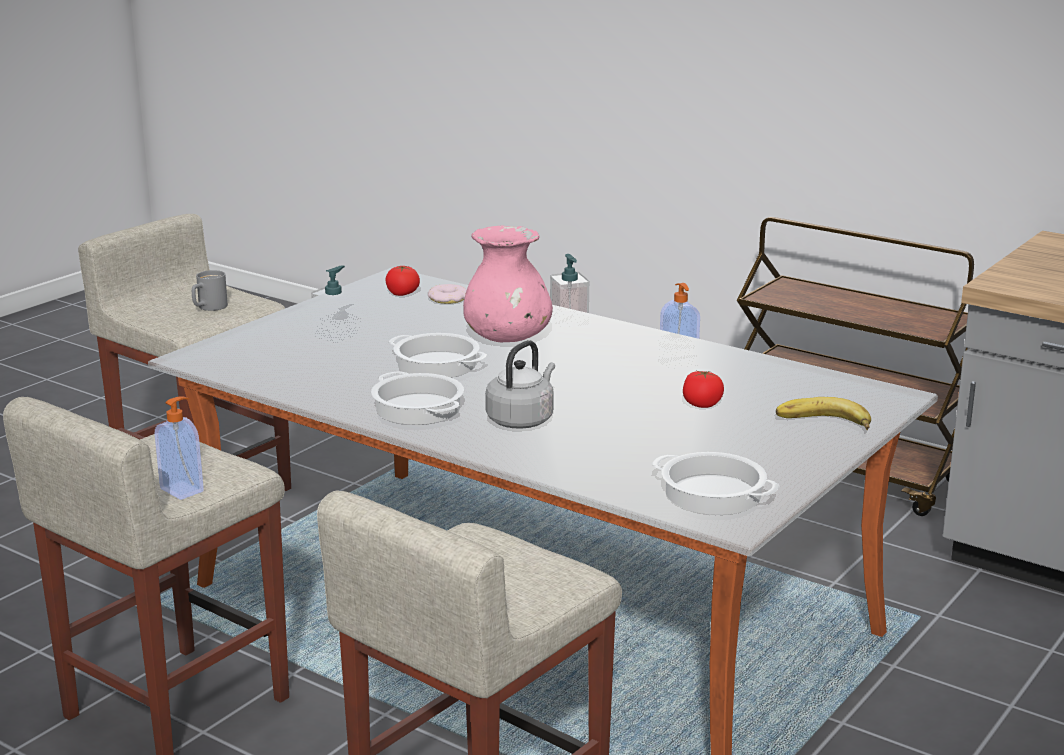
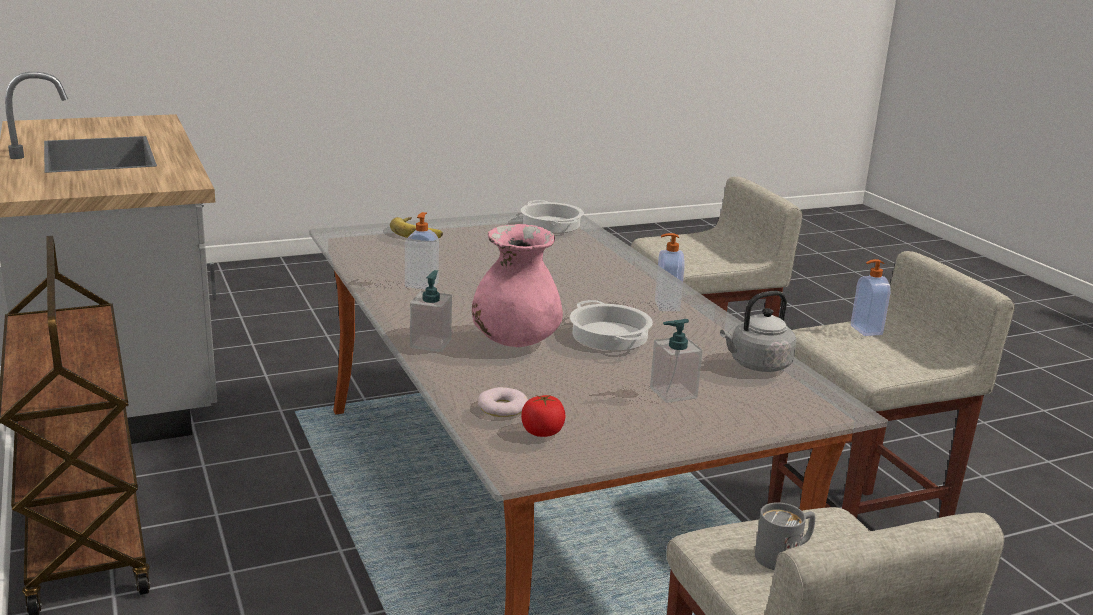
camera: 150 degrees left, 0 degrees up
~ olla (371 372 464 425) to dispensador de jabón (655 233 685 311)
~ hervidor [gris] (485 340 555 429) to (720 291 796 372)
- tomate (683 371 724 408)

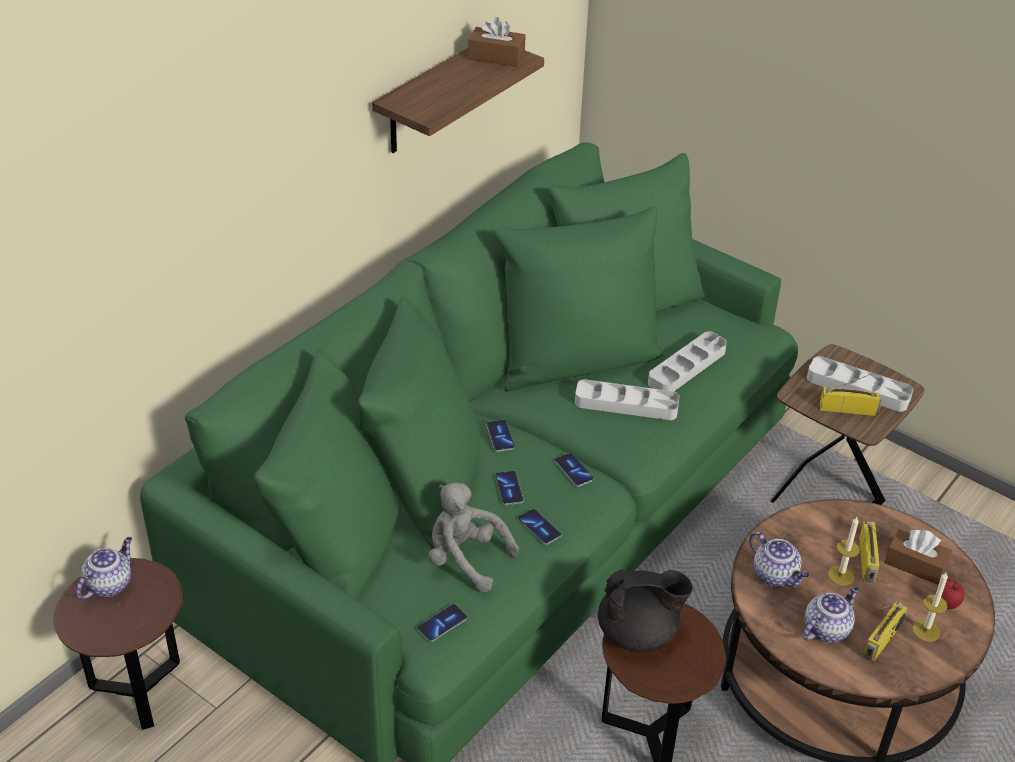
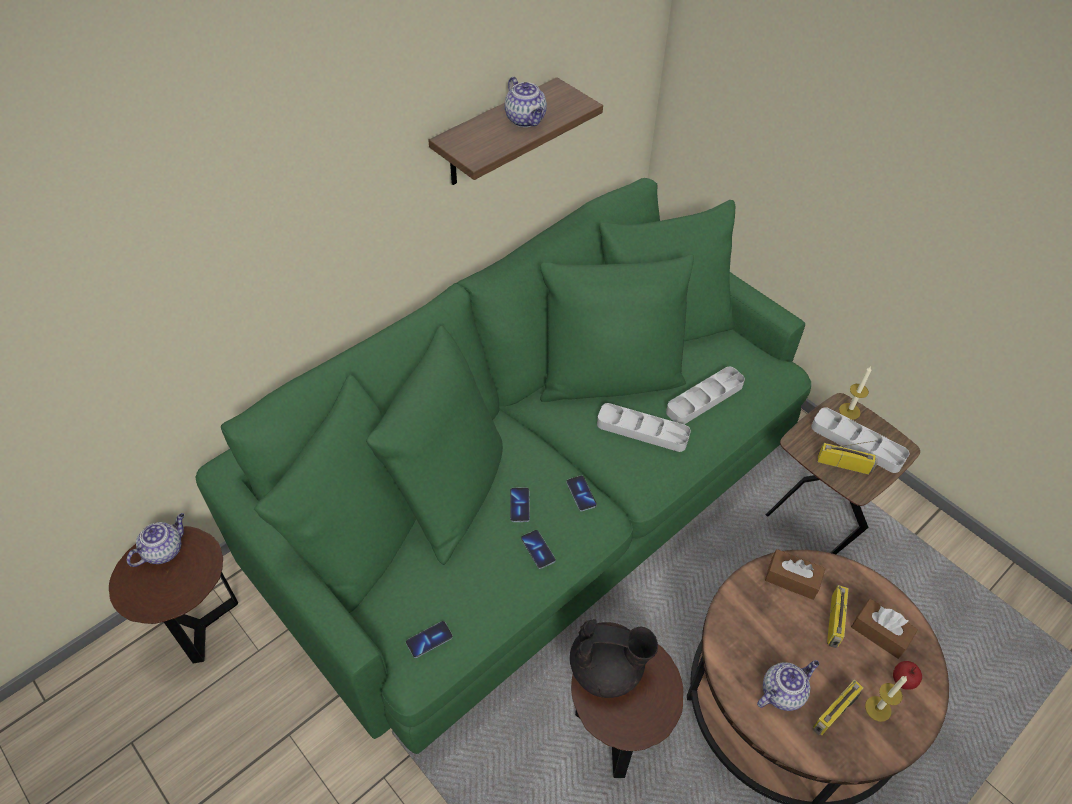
camera: 10 degrees right, 10 degrees up
~ tetera (749 531 810 587) to (504 77 547 127)
~ caja de pañuelos [marrón] (468 17 525 67) to (765 549 826 600)
~ vela (828 517 860 586) to (839 366 871 420)
- peluche [gris] (428 482 519 592)
- móvil (486 420 515 452)

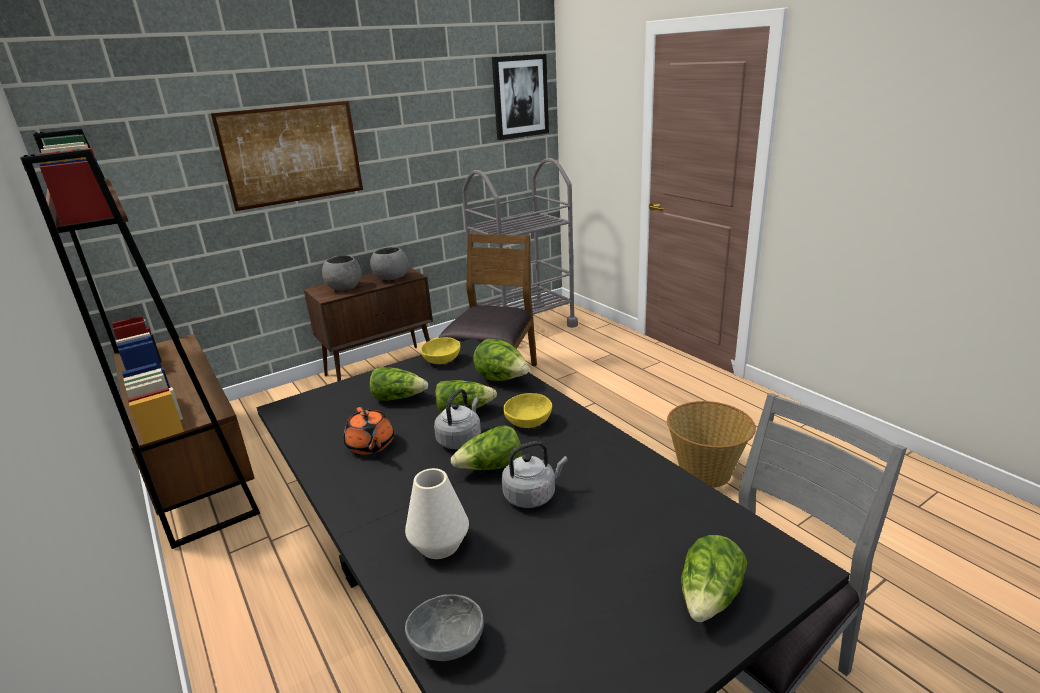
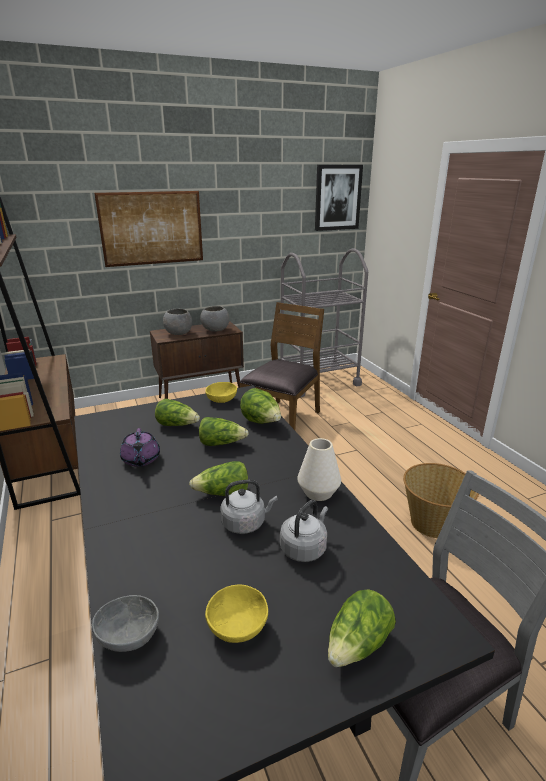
camera: 10 degrees right, 0 degrees up
~ tetera [naranja] (343 407 394 455) to tetera [morado] (120 428 160 467)
~ cuenco [amarillo] (503 393 552 428) to (205 585 268 643)
~ hervidor [gris] (434 389 481 449) to (280 500 328 562)
~ florero [blanco] (405 468 469 559) to (297 438 341 501)

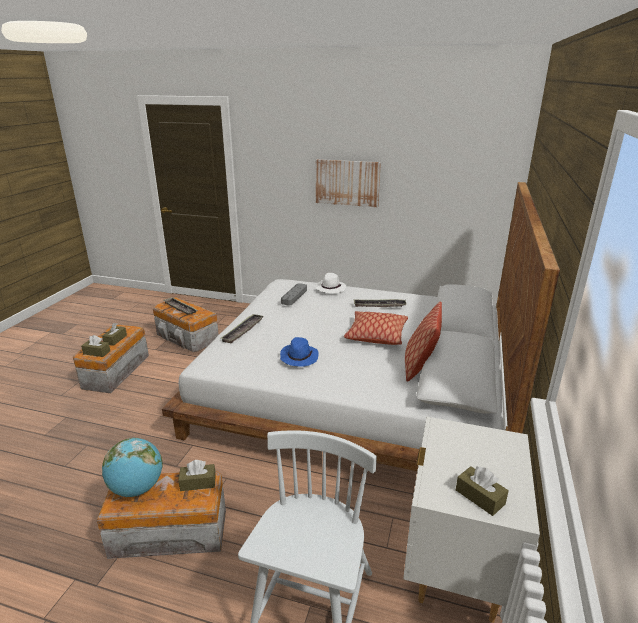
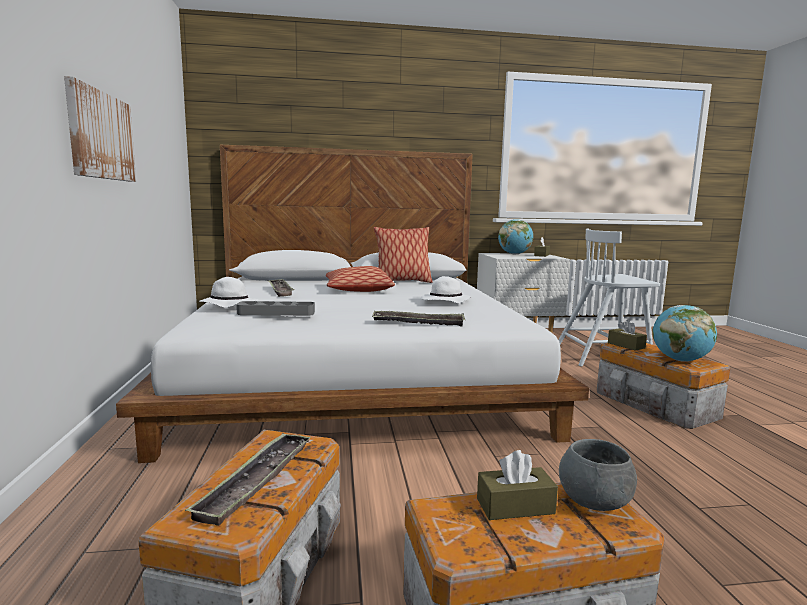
camera: 115 degrees left, 15 degrees down
~ sombrero [azul] (280 337 319 367) to sombrero [blanco] (420 276 471 304)
+ globo terráqueo (498 219 533 254)
~ caja de pañuelos [marrón] (81 335 110 357) to cuenco [gris] (559 439 637 511)

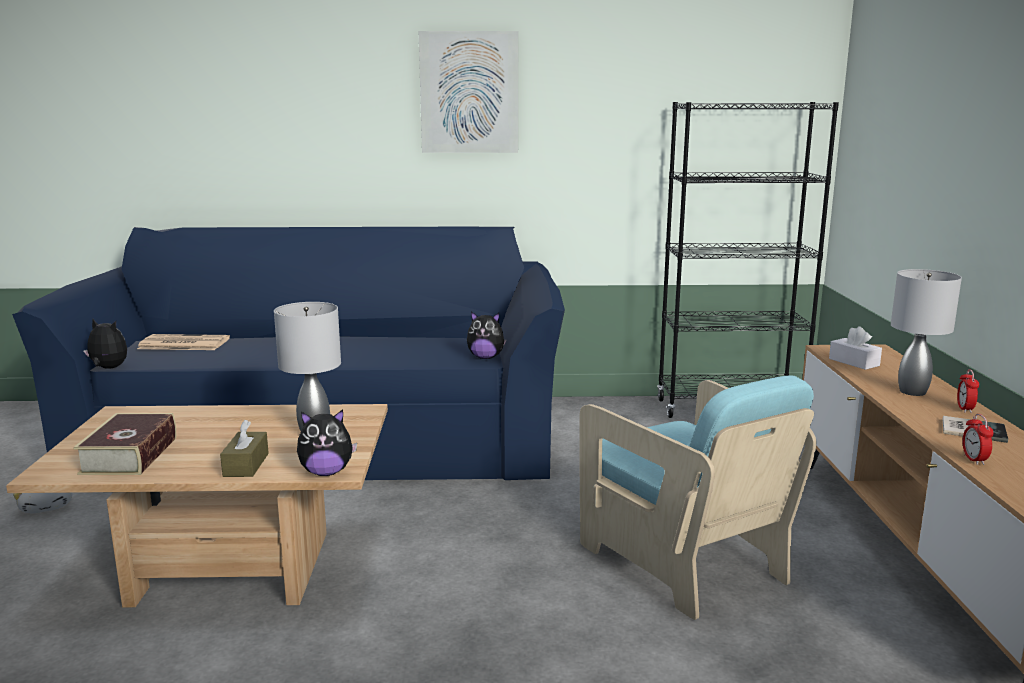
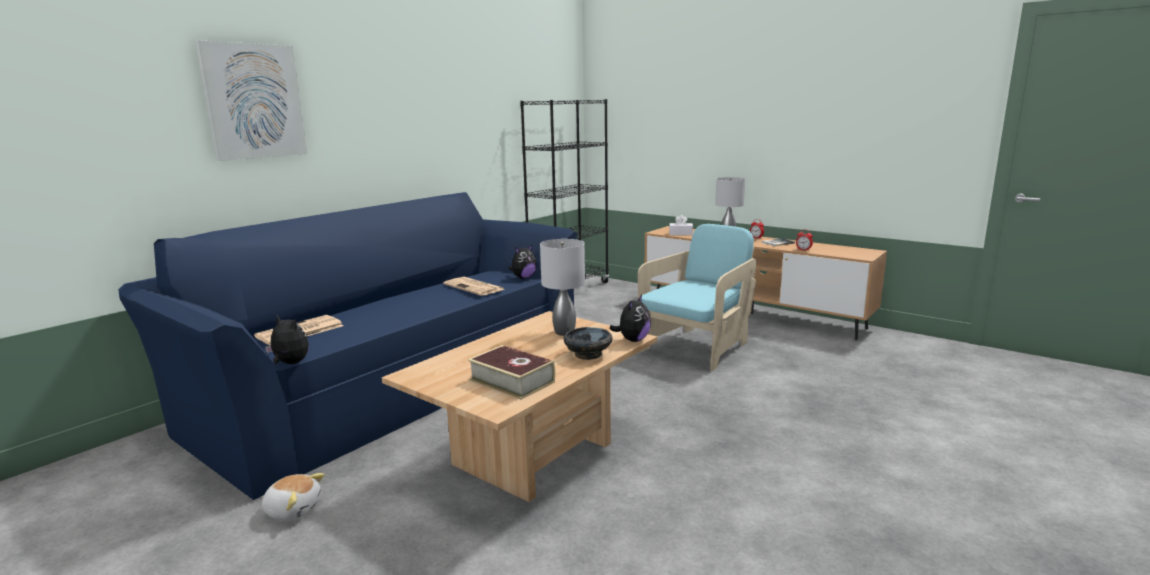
camera: 50 degrees left, 0 degrees up
~ cuadro (419 31 518 153) to (195 40 307 161)
~ peluche (84 319 127 369) = (265 315 309 364) 60 degrees clockwise
+ periódico (443 277 506 296)
~ caja de pañuelos [marrón] (220 420 269 477) to cuenco [negro] (563 327 613 360)
~ sillón [turquesa] (580 375 816 620) = (638 224 756 371) 60 degrees counterclockwise

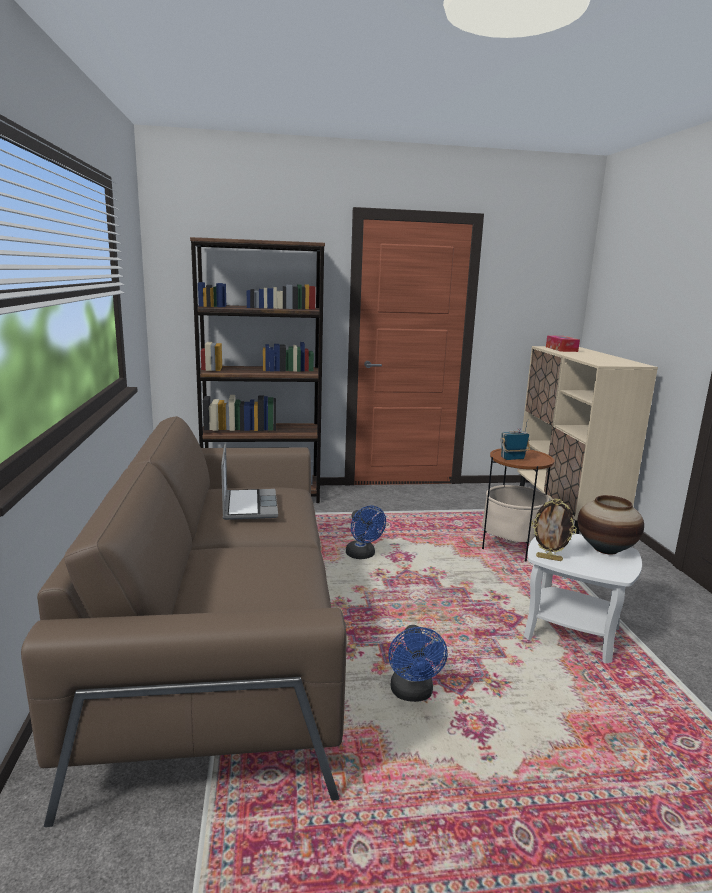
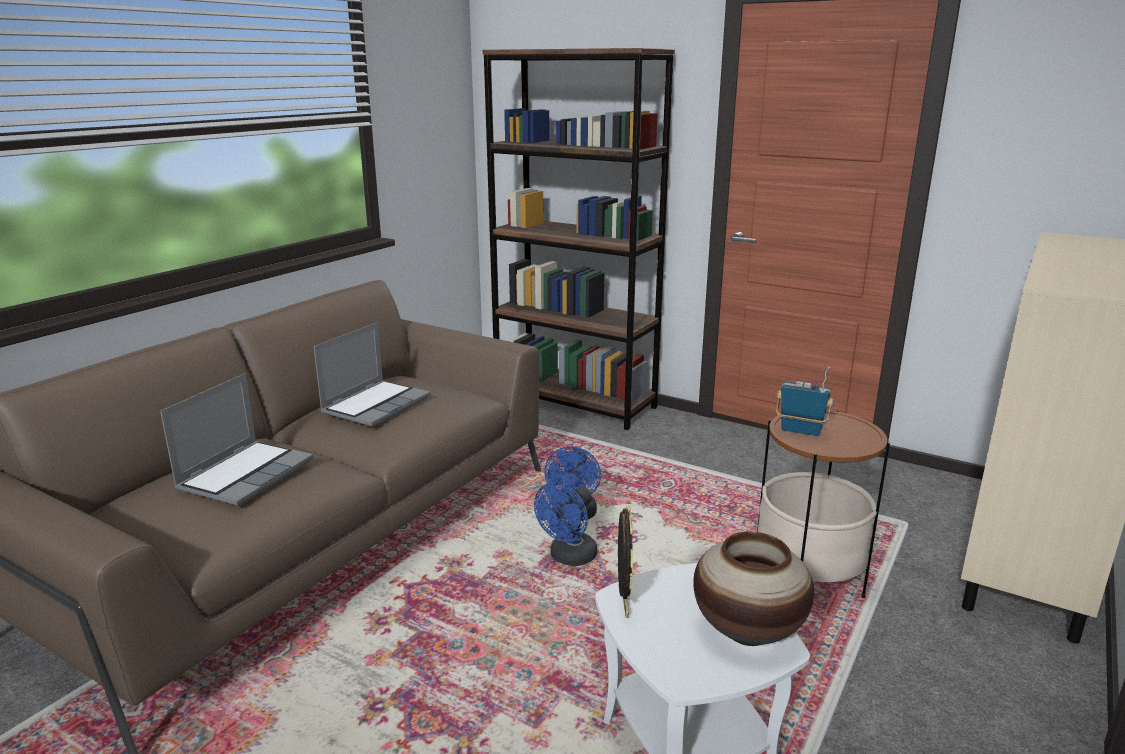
camera: 40 degrees right, 5 degrees up
+ portátil (160 373 313 506)
~ ventilador [azul] (388 625 447 702) to (534 482 597 566)
~ portarretratos (531 498 577 561) = (618 506 633 618) 150 degrees counterclockwise
- caja de pañuelos (546 335 580 352)

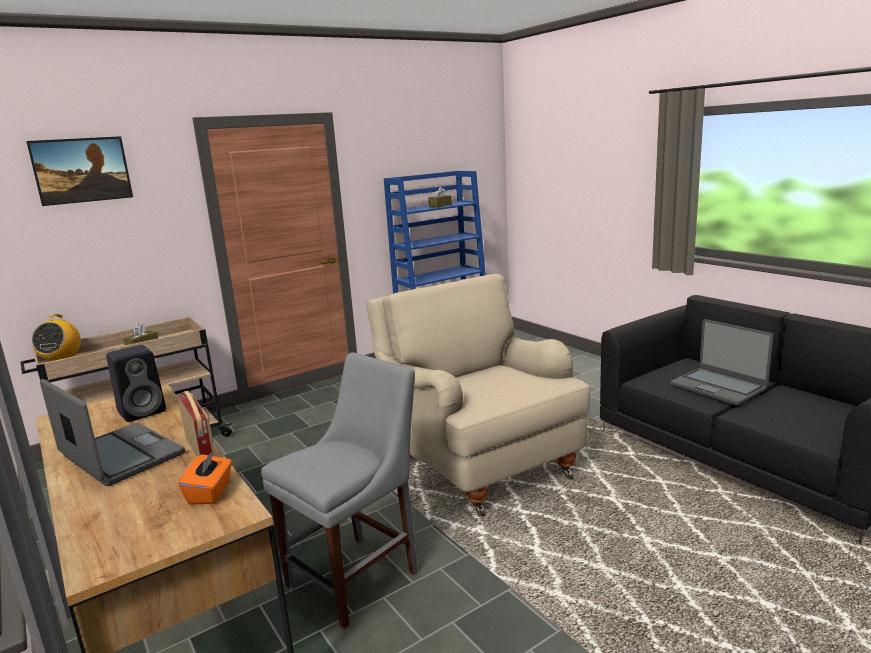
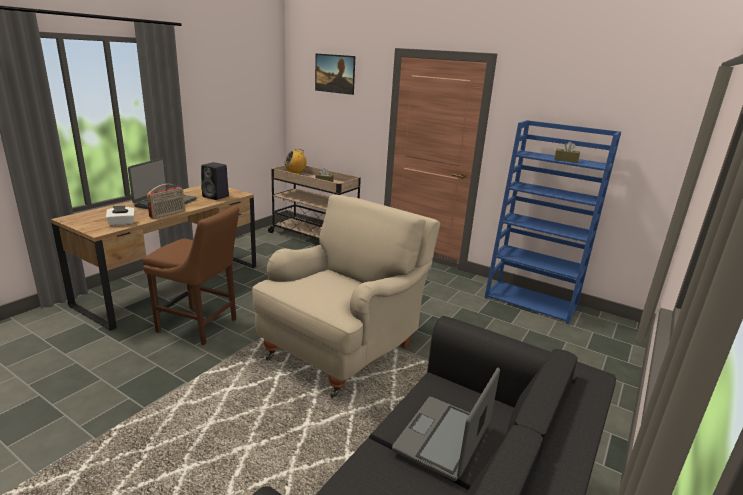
camera: 65 degrees right, 5 degrees up
~ caja de pañuelos [naranja] (179 450 232 505) to caja de pañuelos [blanco] (106 206 135 226)
~ silla [gris] (261 352 418 629) to silla [marrón] (143 206 239 345)

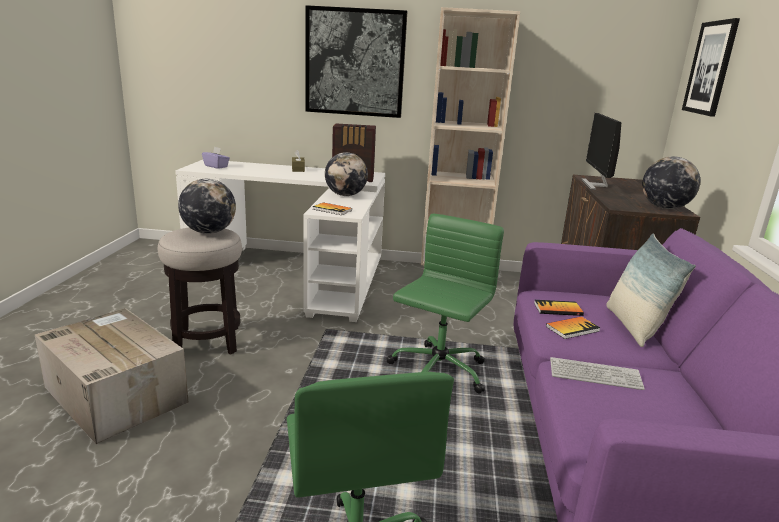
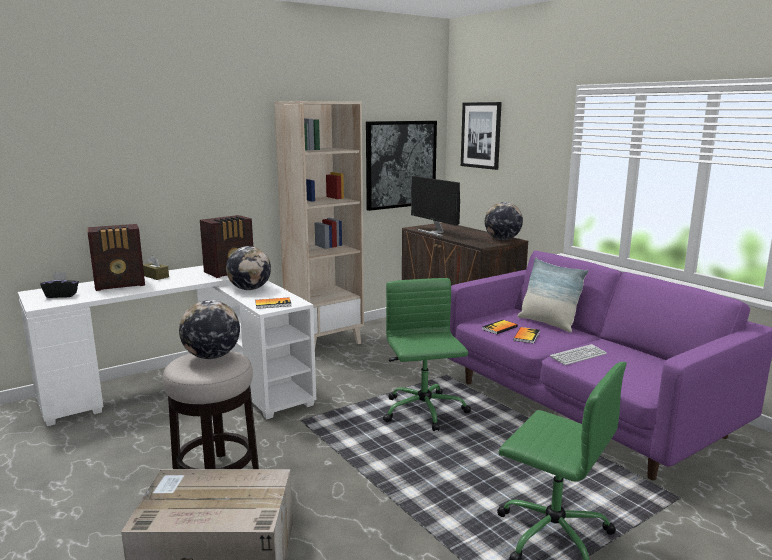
camera: 40 degrees left, 5 degrees down
~ caja de pañuelos [morado] (202 147 230 169) to caja de pañuelos [negro] (40 272 79 298)
+ radio (88 224 145 291)
~ cuadro (306 5 407 118) to (366 121 437 211)

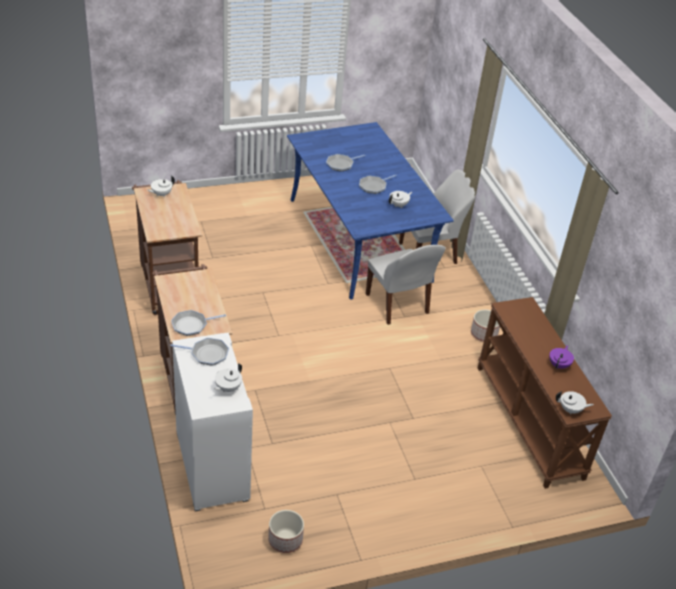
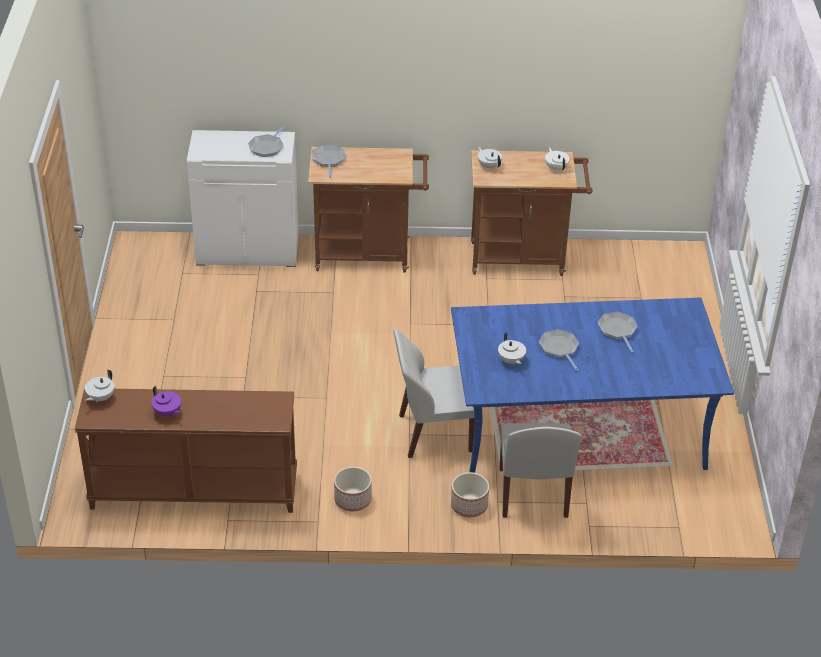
camera: 110 degrees right, 0 degrees up
~ maceta (268 510 304 553) to (451 472 489 517)
~ tetera [blanco] (213 363 242 392) to (478 147 502 170)

